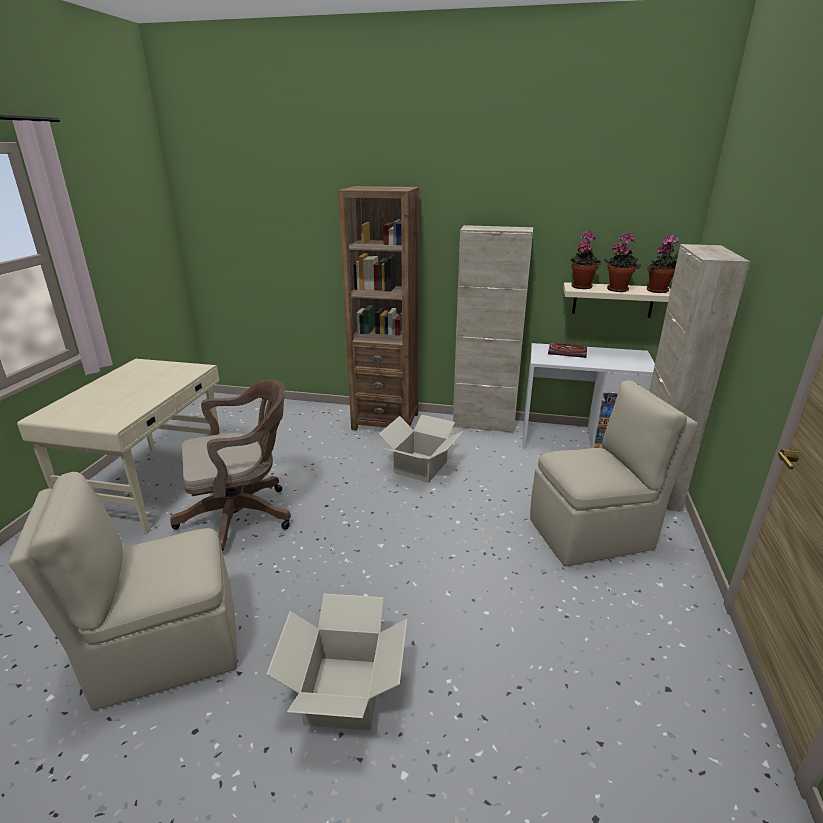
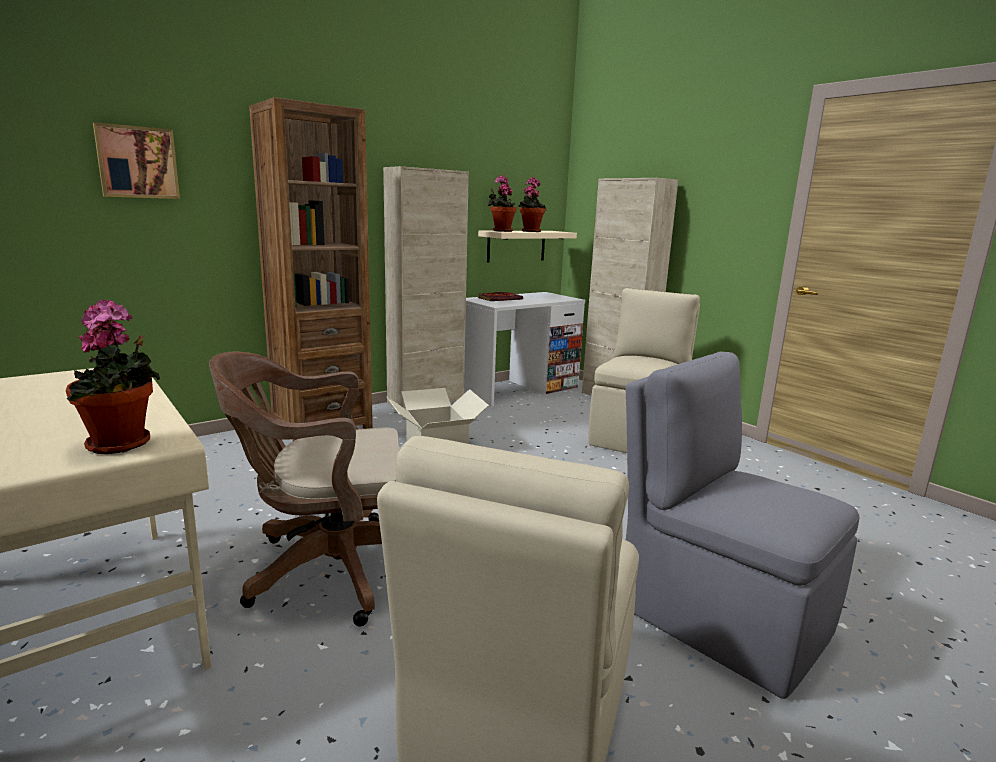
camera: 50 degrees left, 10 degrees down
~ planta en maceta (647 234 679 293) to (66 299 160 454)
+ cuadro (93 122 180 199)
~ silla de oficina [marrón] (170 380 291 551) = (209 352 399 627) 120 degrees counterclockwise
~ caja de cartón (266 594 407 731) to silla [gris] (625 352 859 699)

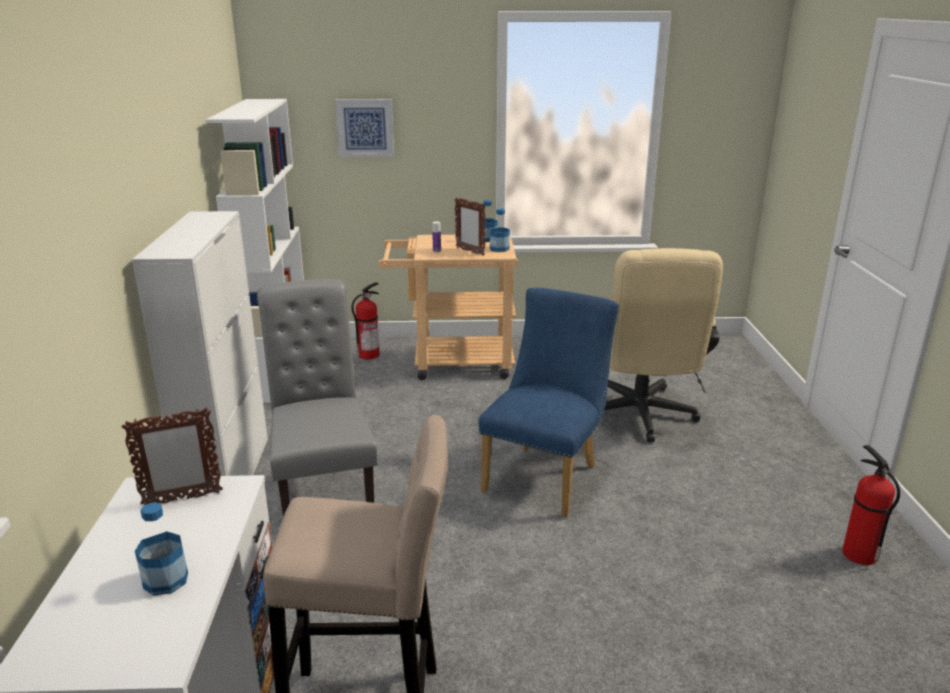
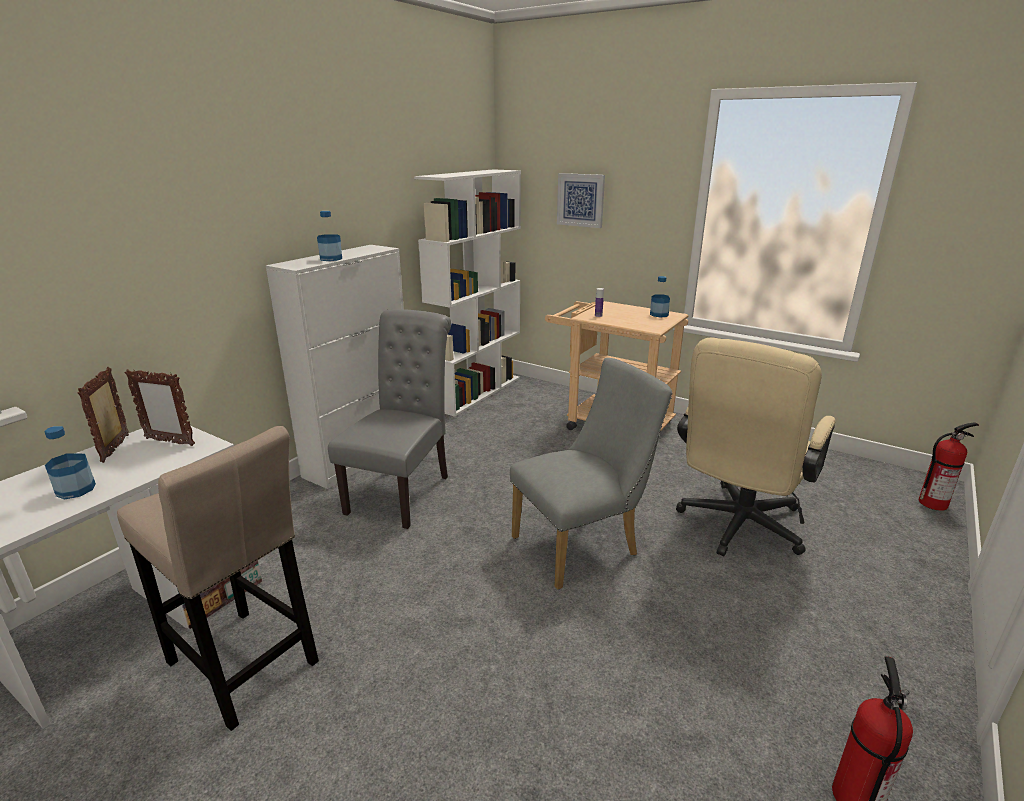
camera: 35 degrees right, 0 degrees up
~ portarretratos (455 197 486 256) to (78 367 129 463)
~ botella (490 208 510 252) to (317 211 342 261)
~ silla [azul] (479 288 619 517) to silla [gris] (510 358 673 590)
~ extintor (352 282 380 359) to (919 422 979 511)

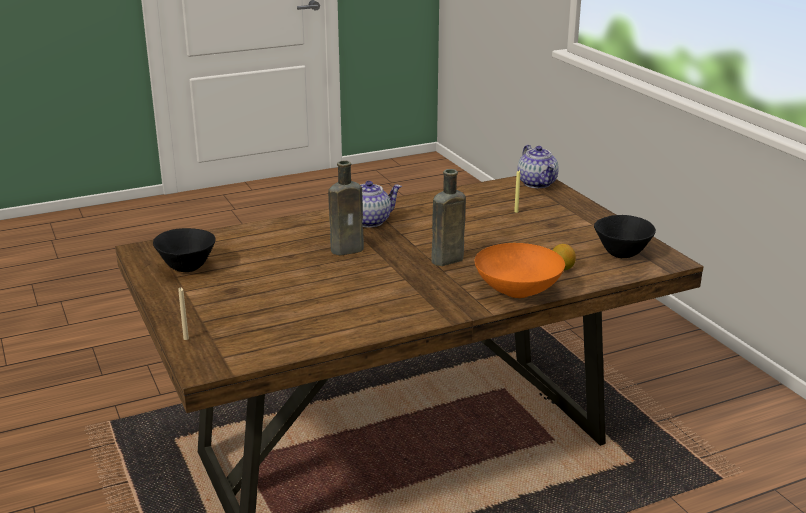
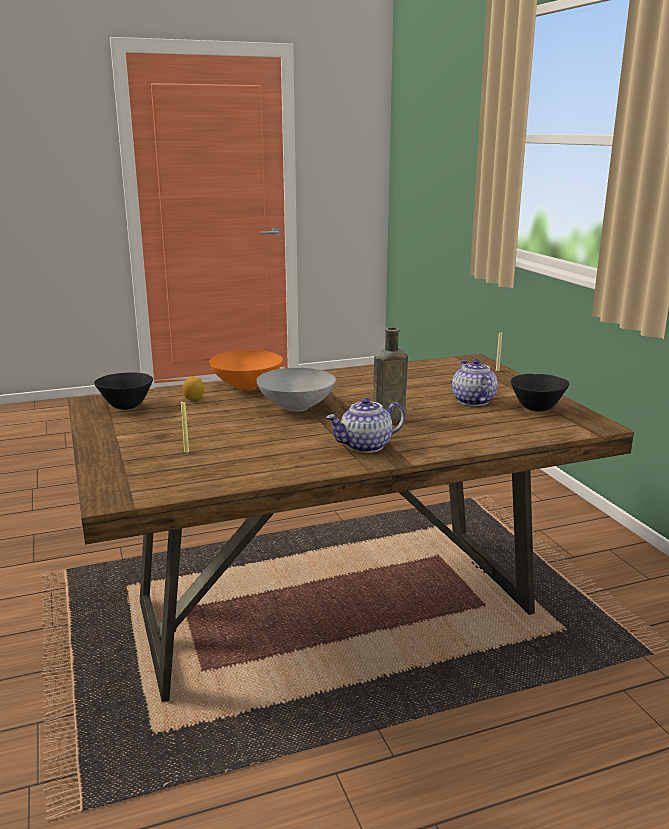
camera: 175 degrees left, 5 degrees down
~ botella [marrón] (431 169 466 266) to cuenco [gris] (256 368 336 412)
~ tetera (518 145 559 188) to (452 359 498 406)

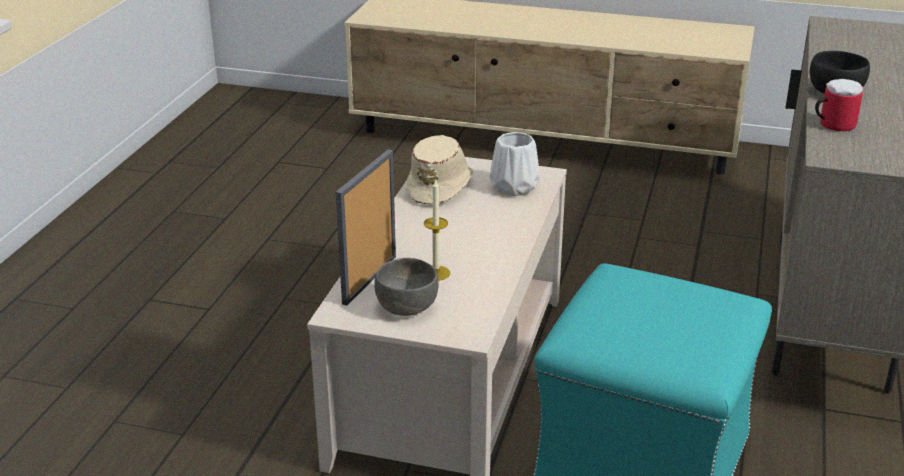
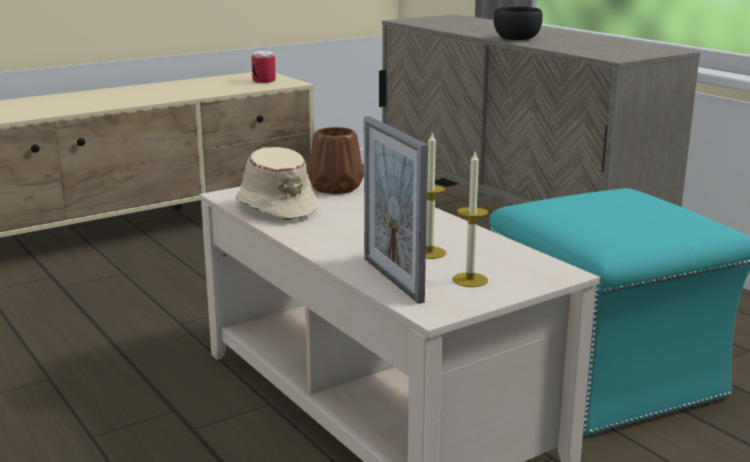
camera: 50 degrees left, 10 degrees down
~ taza grande (815 79 863 131) to (252 51 276 83)
~ florero [blanco] (489 132 540 196) to florero [marrón] (308 127 363 194)
~ cuenco [gris] (374 258 439 316) to vela (452 152 488 287)

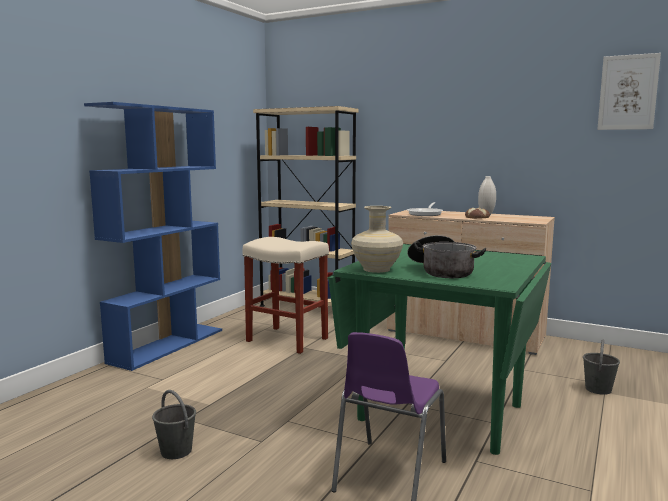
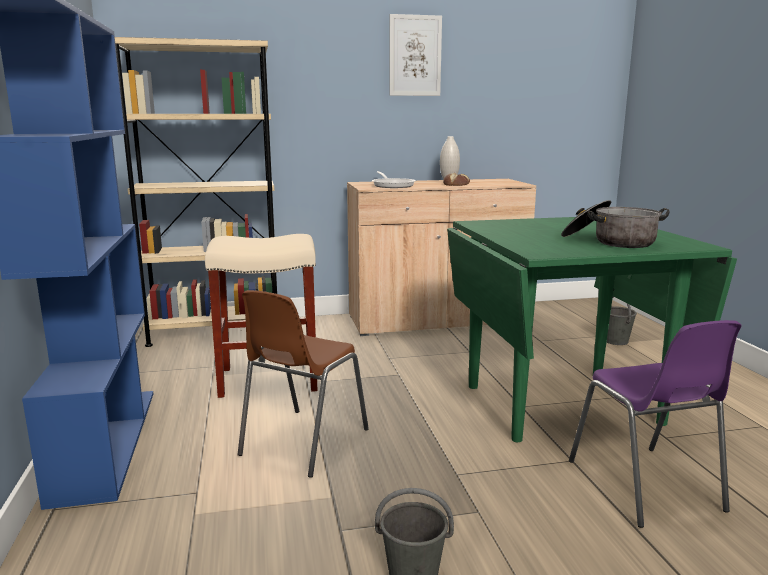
camera: 40 degrees left, 5 degrees up
+ silla [marrón] (237 290 369 478)
~ cuadro (597 53 661 130) to (389 14 442 96)
- florero [beis] (351 206 403 273)

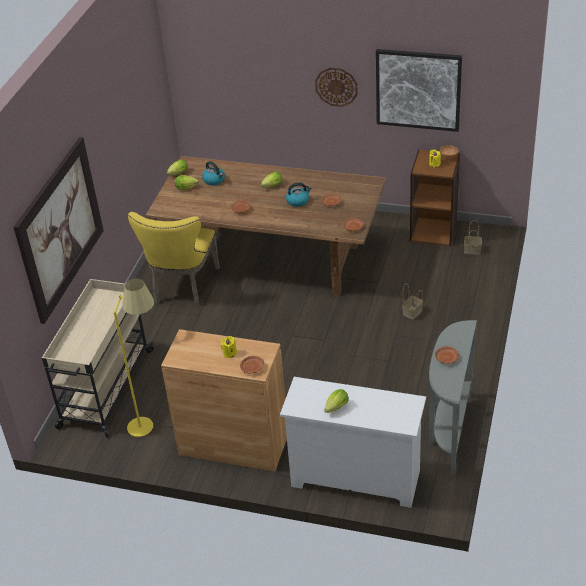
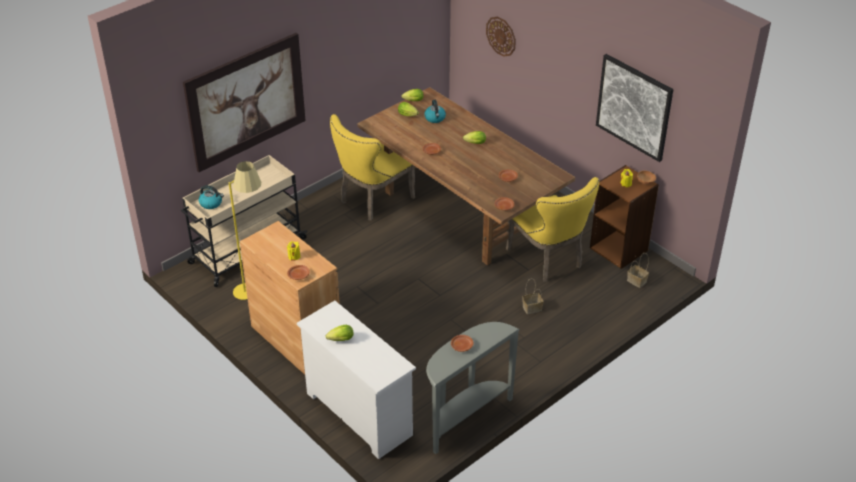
camera: 30 degrees right, 0 degrees up
~ hervidor (286 182 312 207) to (199 185 224 209)
~ reloj de pared (315 68 358 107) to (486 16 516 57)
+ silla [amarillo] (506 177 599 282)

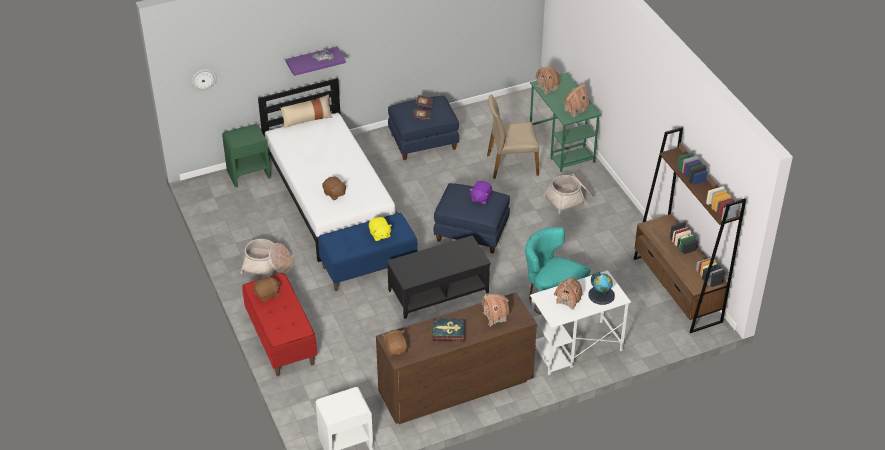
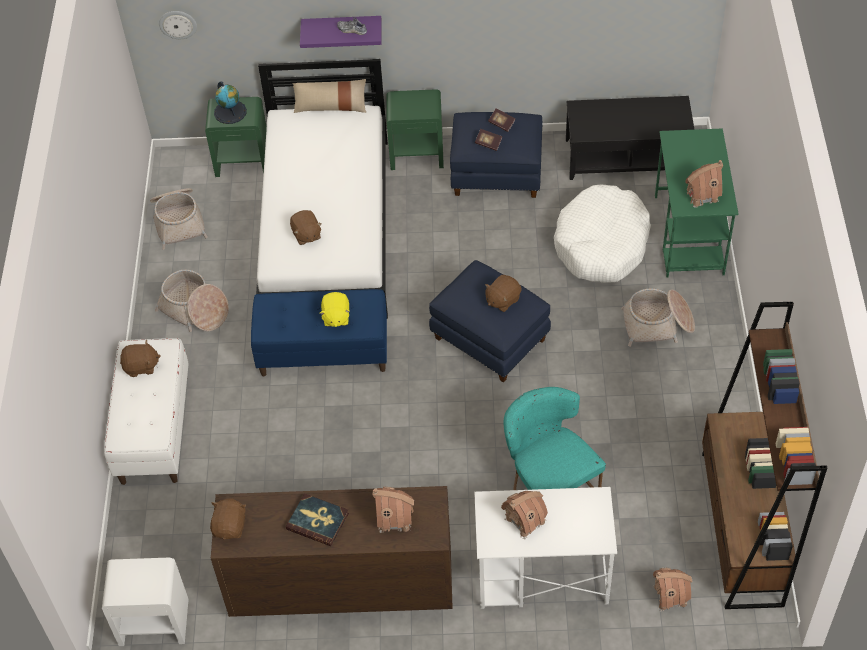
camera: 25 degrees right, 10 degrees up
~ banco [rojo] (242 273 317 376) to banco [blanco] (104 338 189 485)
+ cesta (150 188 208 250)
~ globo terráqueo (588 272 615 305) to (214 81 247 124)
+ mesita de noche [verde] (387 89 444 170)
~ peluche [morado] (470 181 492 204) to peluche [marrón] (485 275 522 312)
~ silla [beis] (487 94 539 179) to cama para perro [blanco] (554 184 651 283)
~ mesa de centro [negro] (387 235 491 319) to (566 96 695 180)
~ casita (535 66 560 94) to (653 568 693 612)

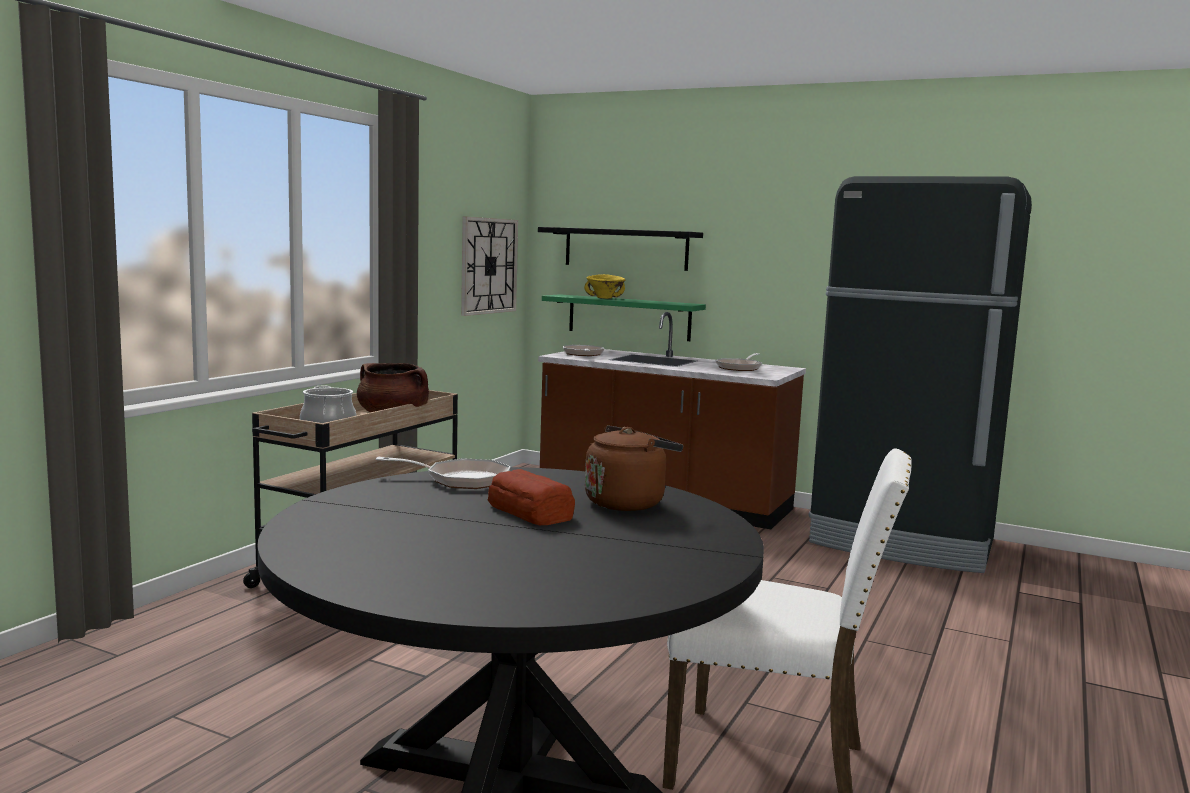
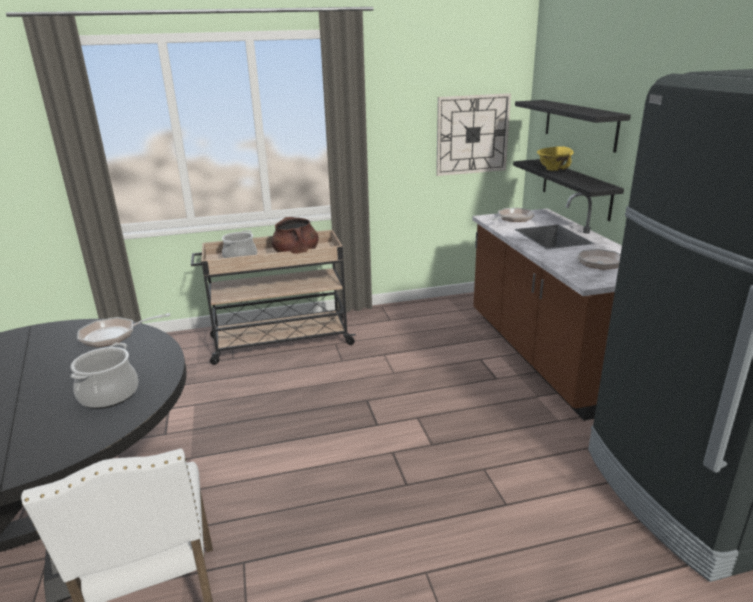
camera: 50 degrees right, 15 degrees up
~ hervidor [marrón] (585 425 683 511) to olla (70 343 139 409)
~ sartén (376 457 511 489) = (77 313 170 347) 105 degrees clockwise
~ estante [verde] (542 294 706 341) to estante [negro] (513 159 624 221)
- pan (488 469 575 525)

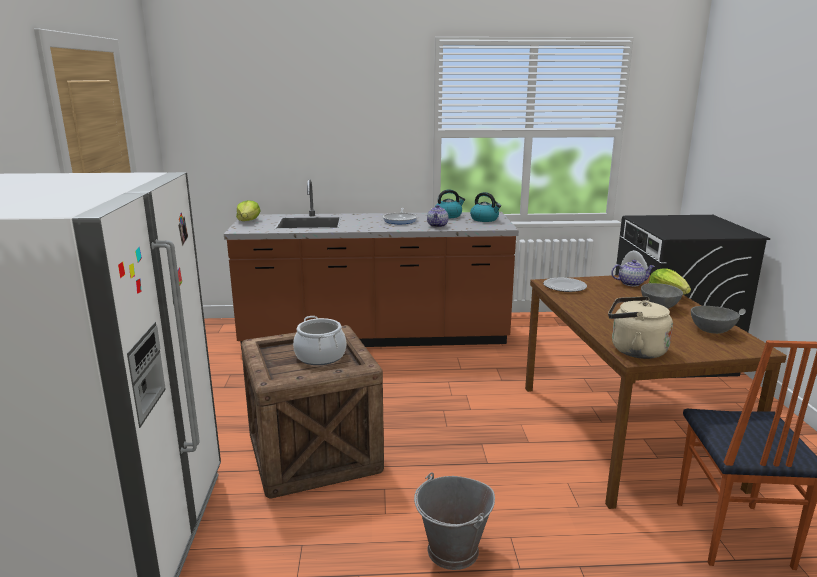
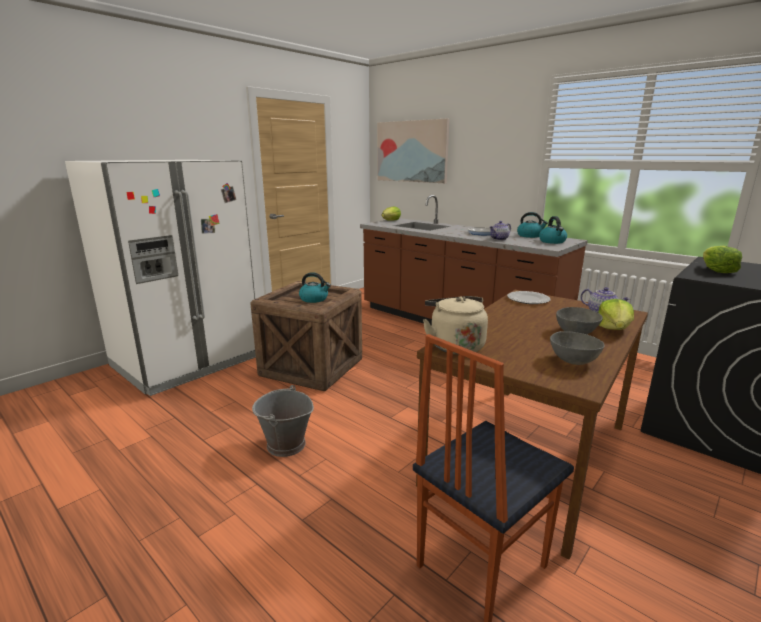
camera: 45 degrees right, 0 degrees up
~ olla (293 316 346 365) to hervidor (299 272 331 303)
+ cuadro (377 118 450 183)
+ lechuga (703 246 742 273)

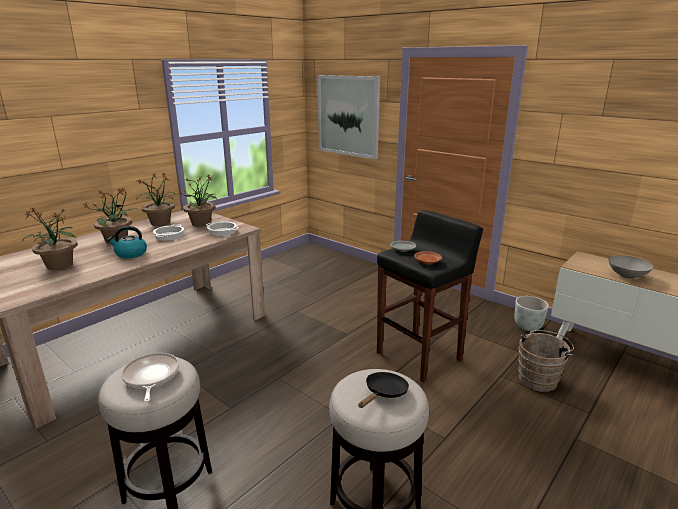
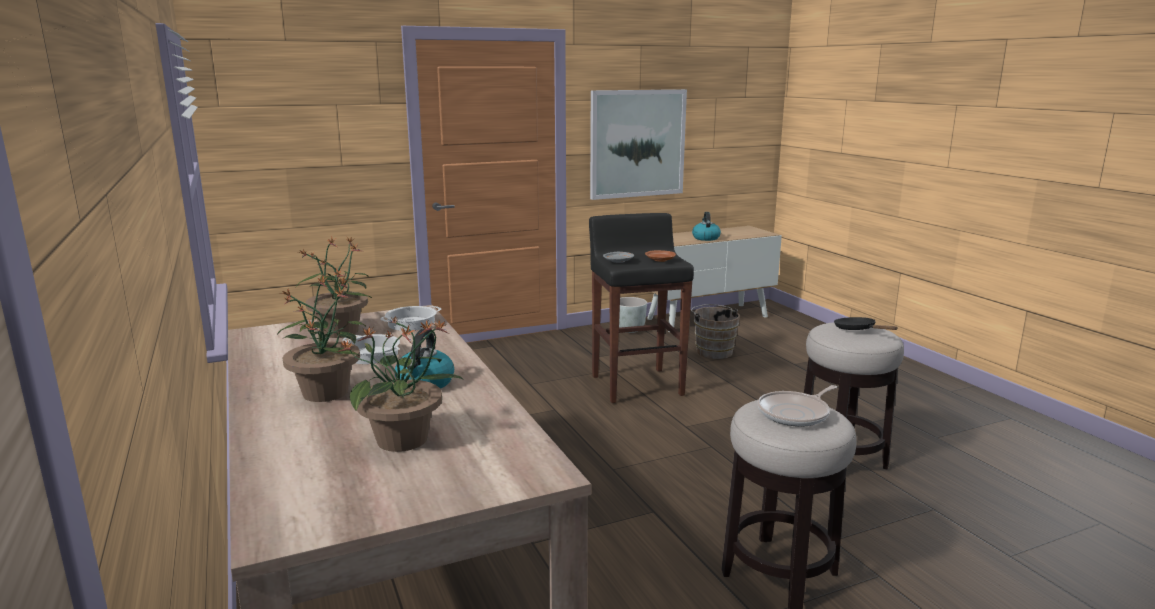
camera: 65 degrees left, 5 degrees down
~ cuadro (318 75 380 159) to (590 89 687 200)
~ cuenco [gris] (608 255 653 279) to hervidor (692 212 721 241)
~ sartén (121 353 179 402) = (758 385 837 427) 45 degrees counterclockwise
- planta en maceta (136 173 176 226)

